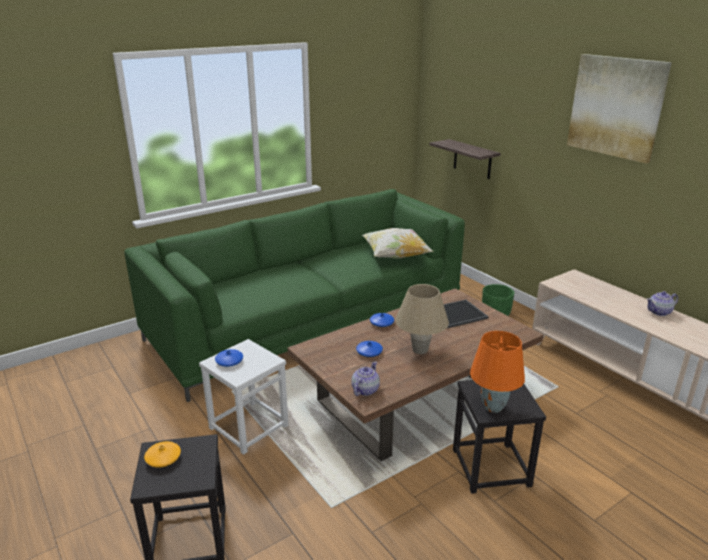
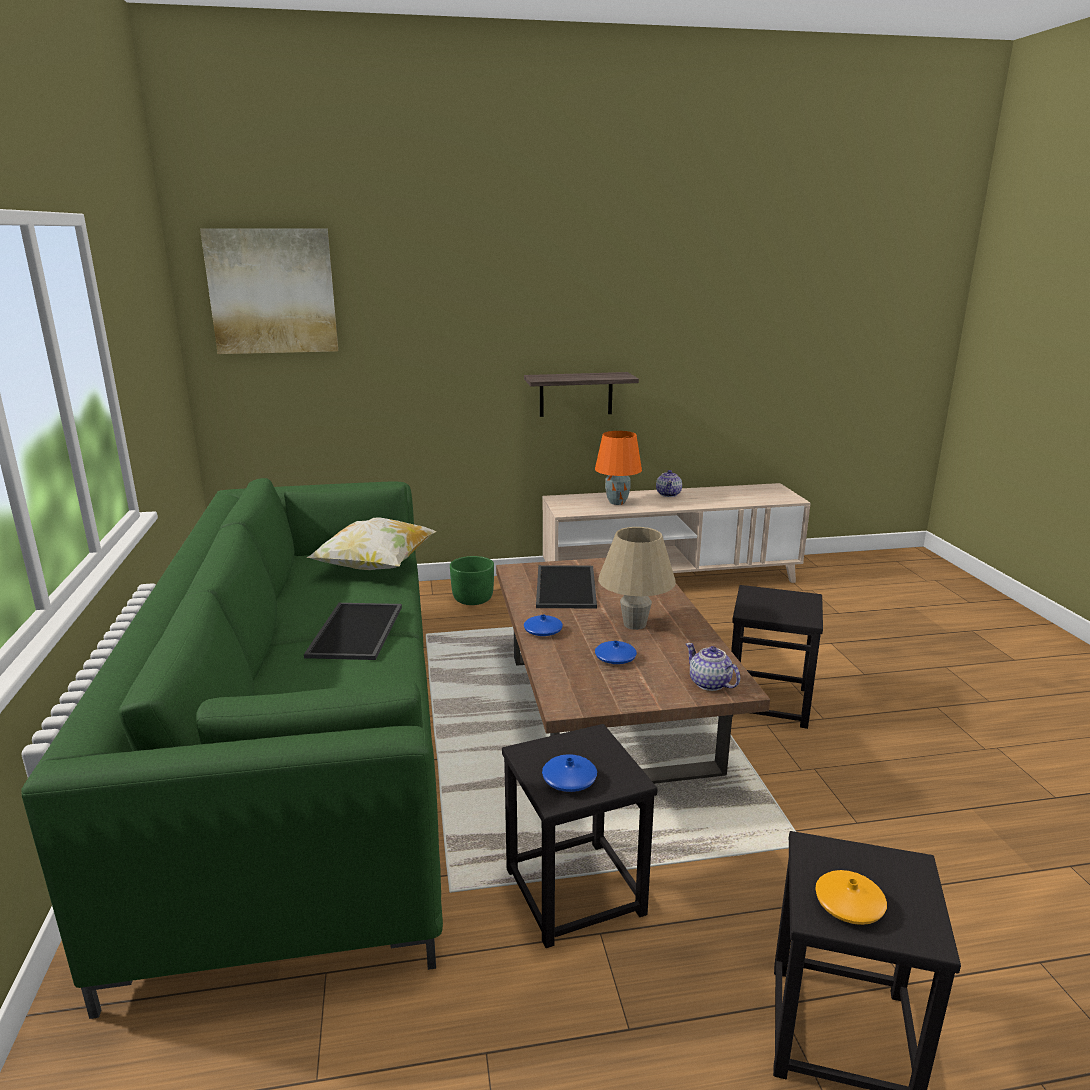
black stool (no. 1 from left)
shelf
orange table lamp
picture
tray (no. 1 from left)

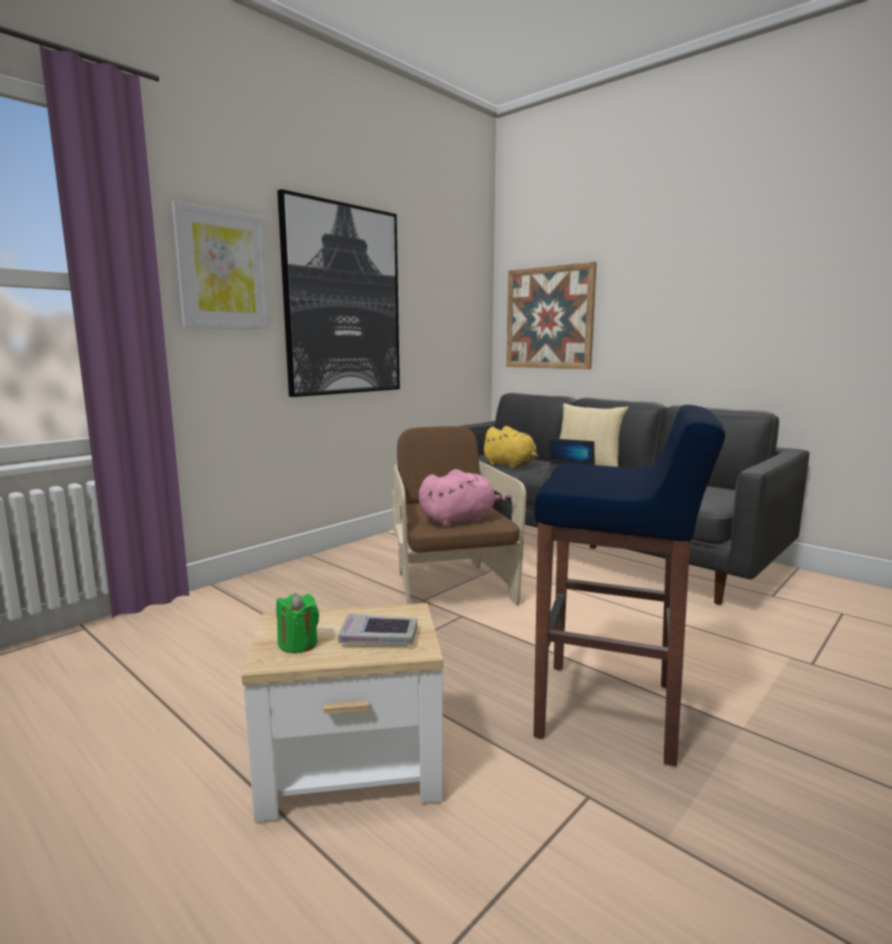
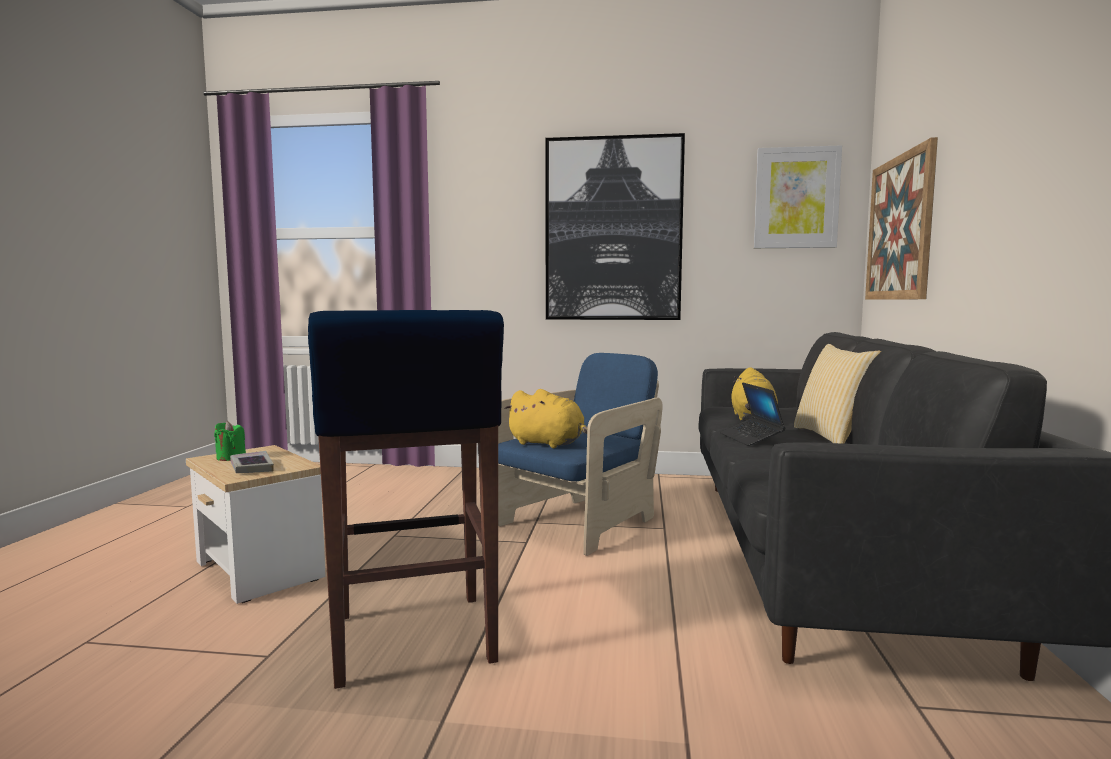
picture (no. 2 from left)
blue armchair
yellow plush toy (no. 1 from left)

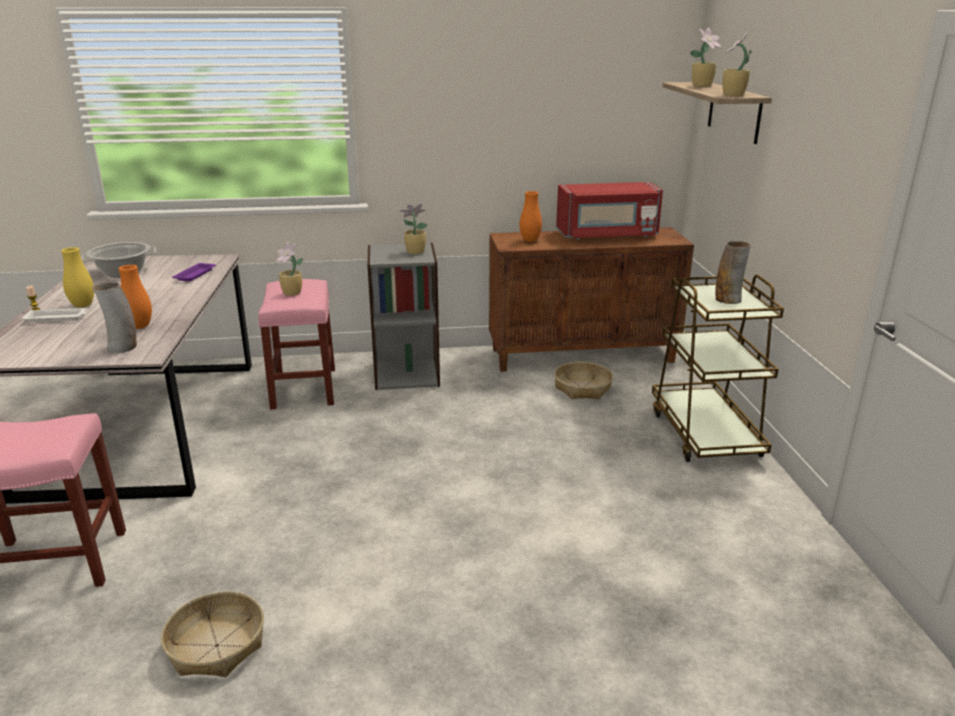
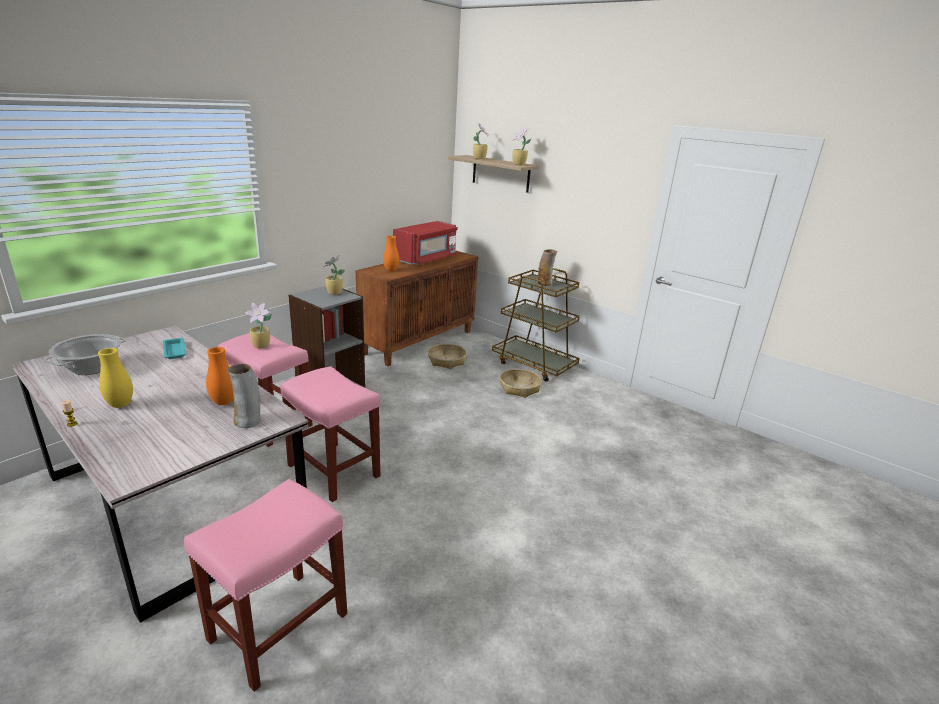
white tray
basket (no. 2 from left)
turquoise tray
pink stool (no. 3 from left)

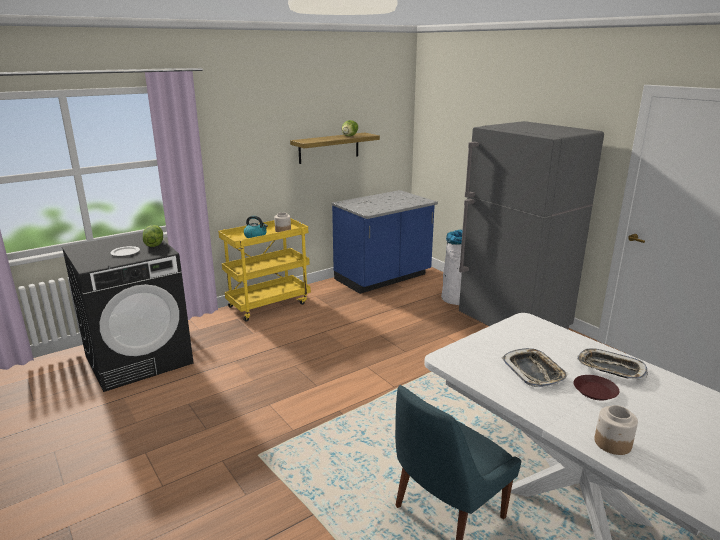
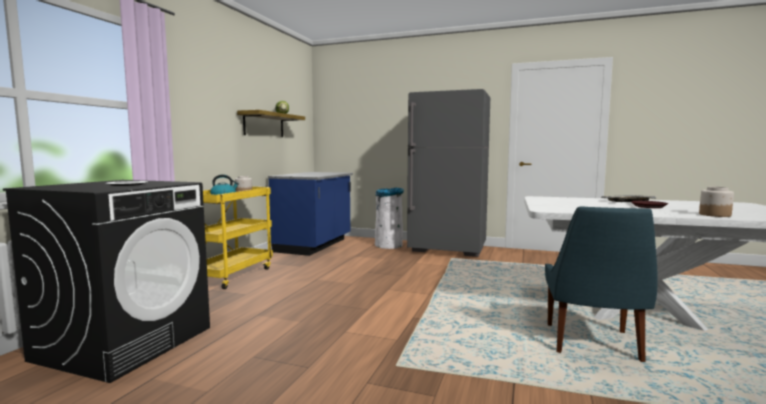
lettuce (no. 1 from left in the first image)
tray (no. 1 from left in the first image)

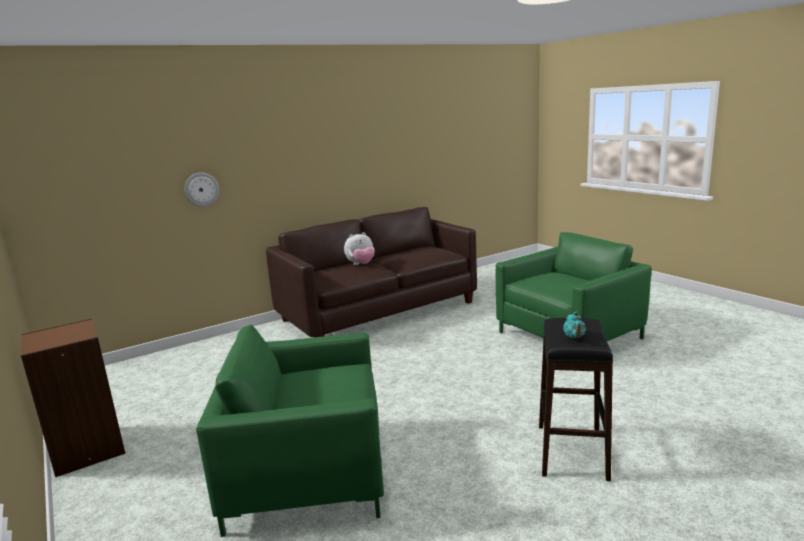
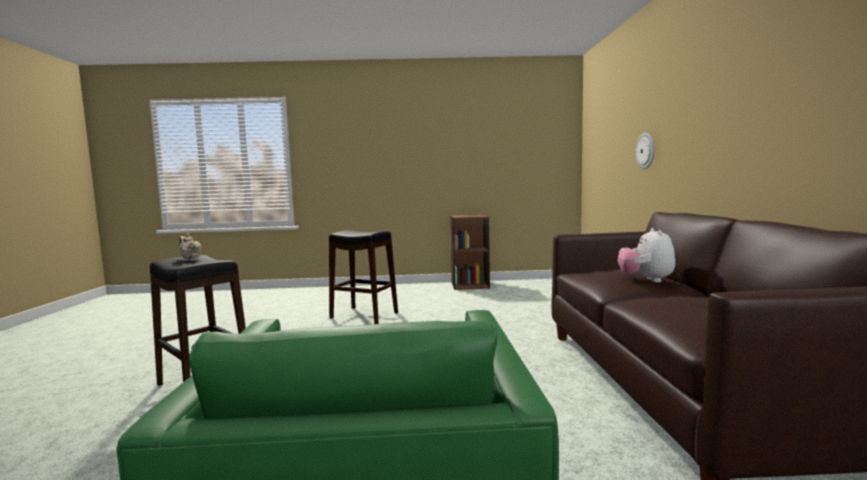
black stool (no. 2 from left)
beige teapot

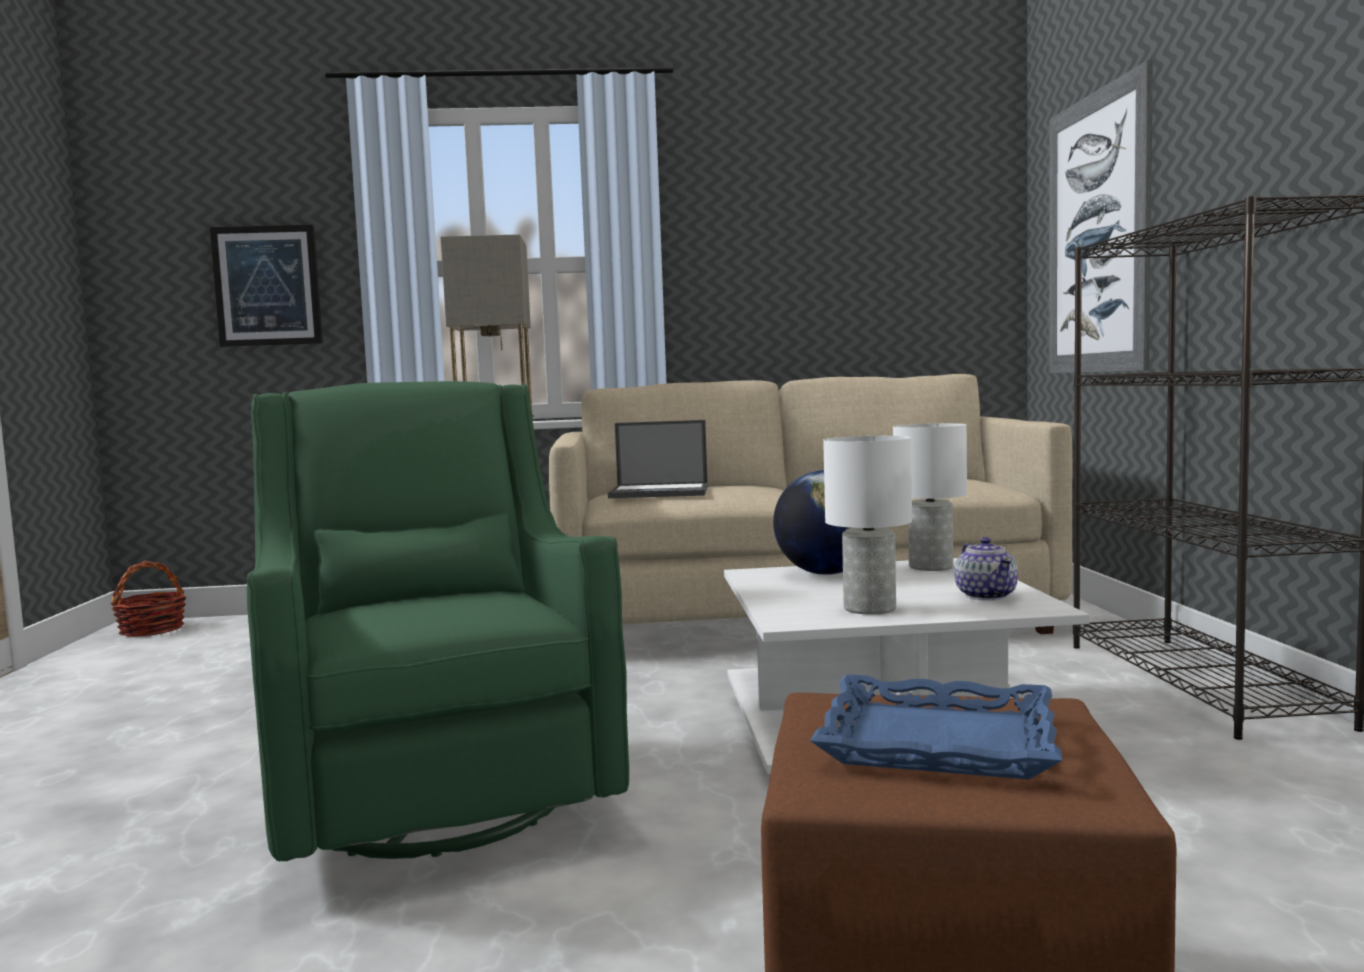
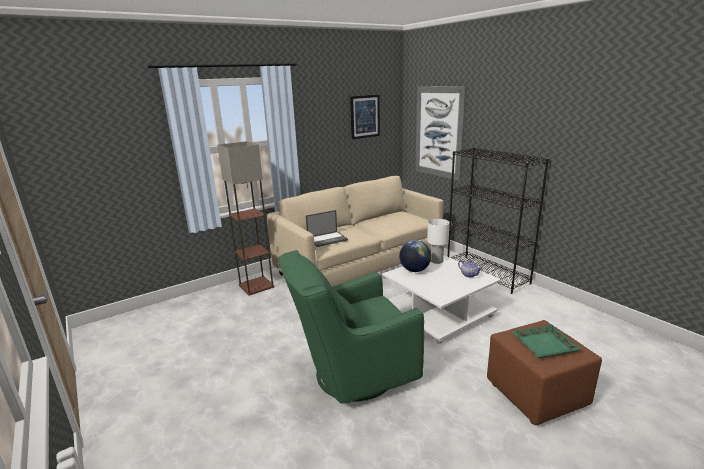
basket
picture (no. 1 from left)
green armchair
green tray
white table lamp (no. 1 from left in the first image)

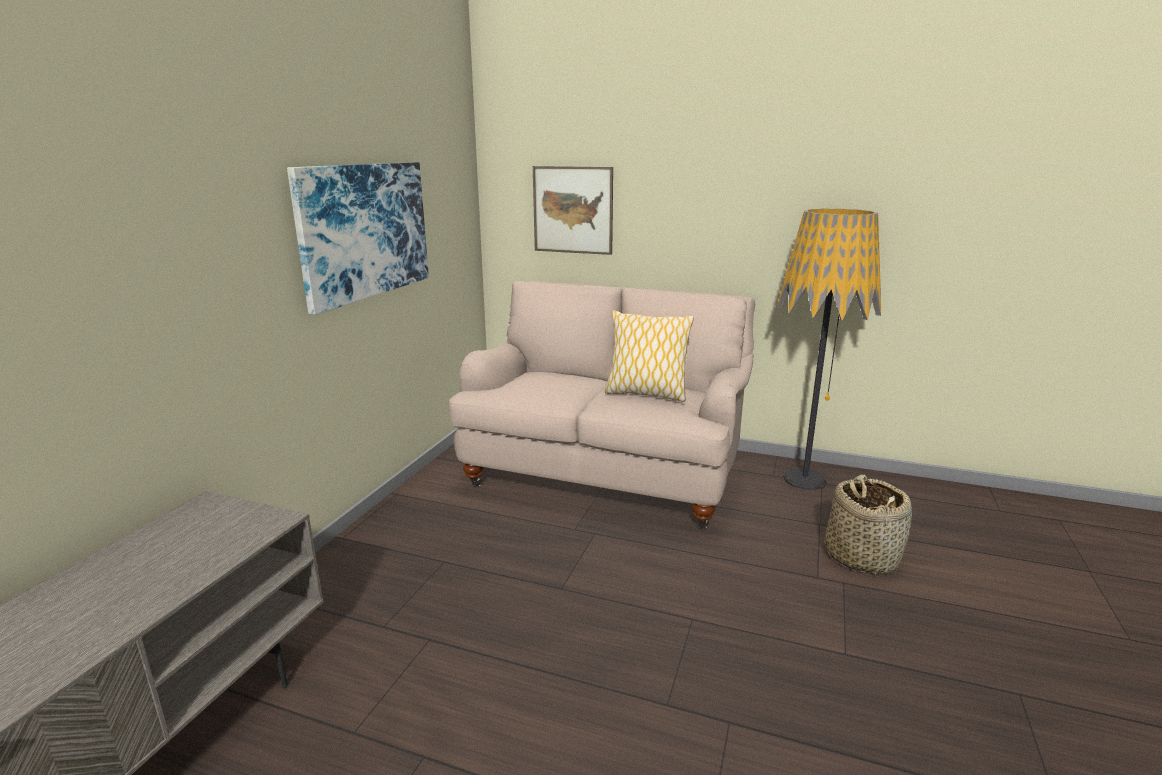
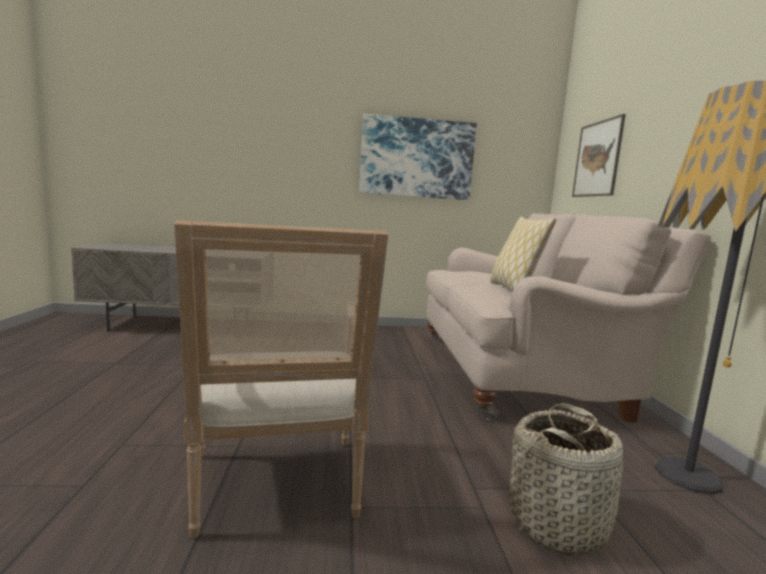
armchair

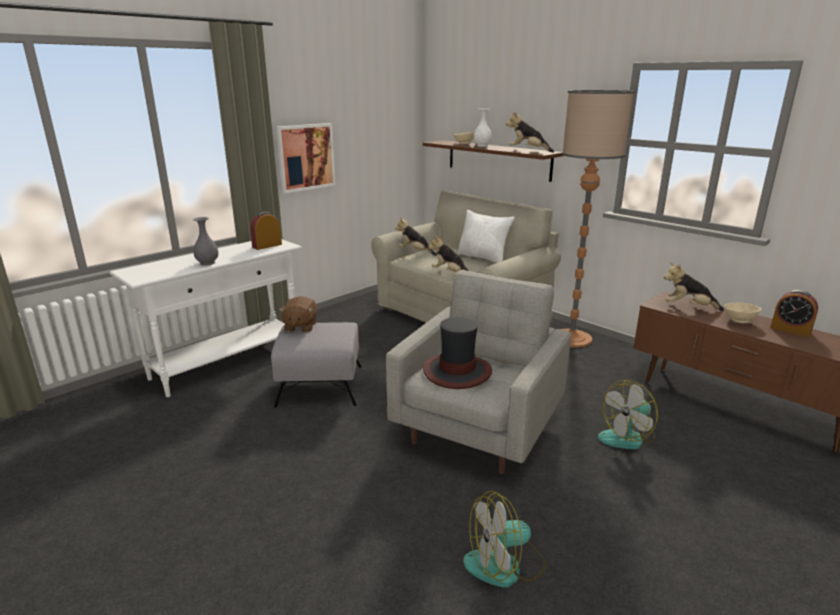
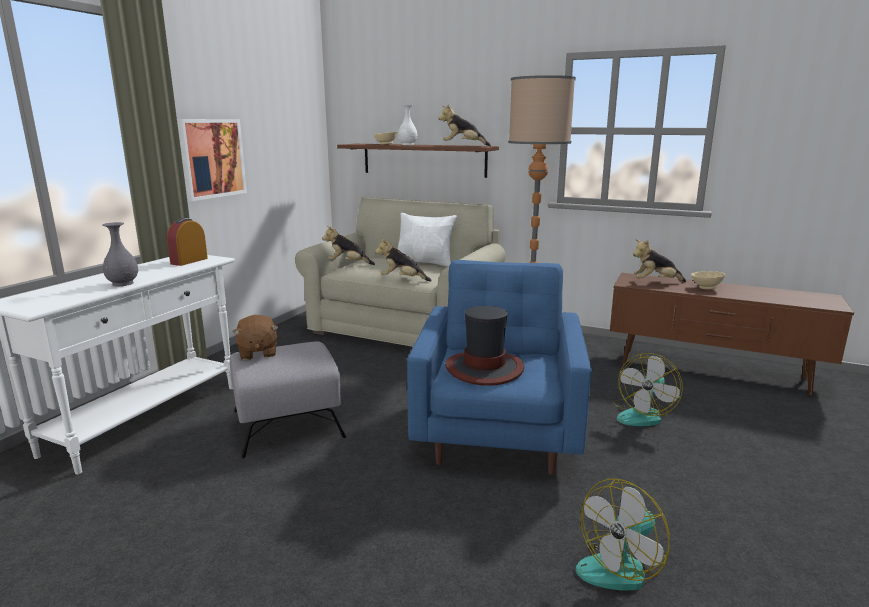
blue armchair
alarm clock (no. 2 from left in the first image)

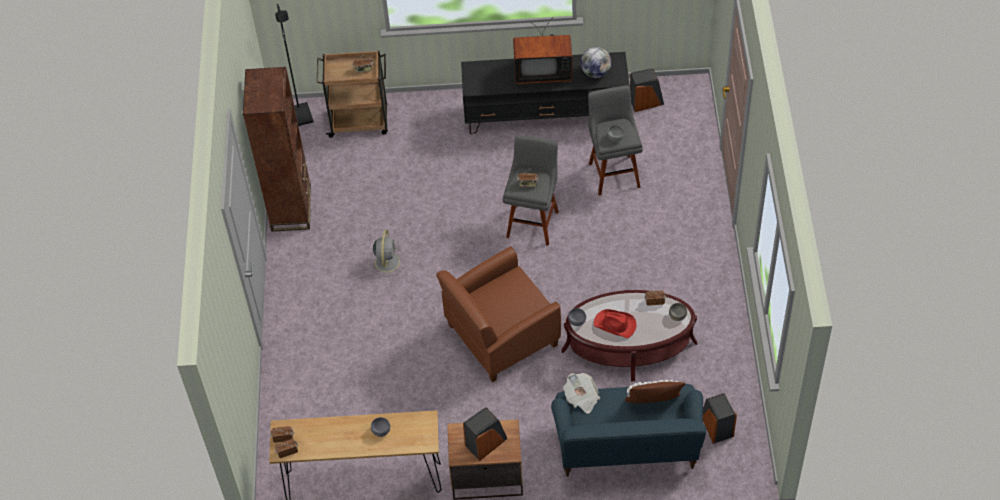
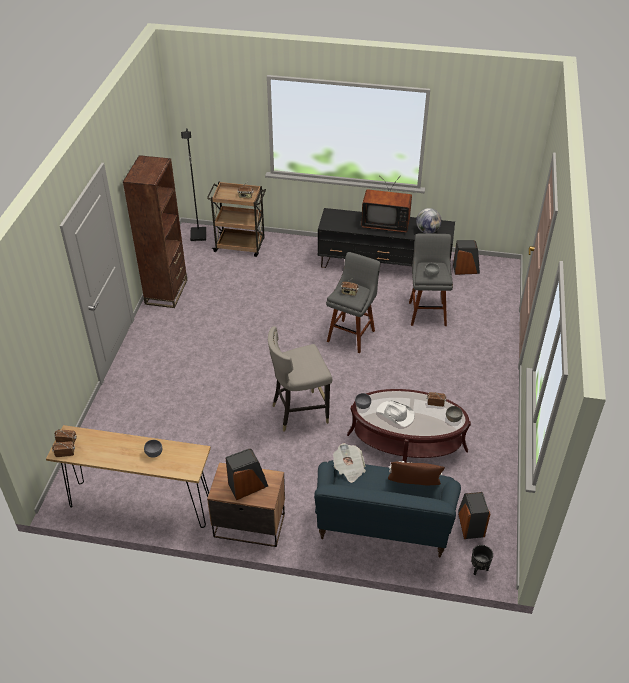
grey fan
grey stool (no. 1 from left)
white hat
black planter

